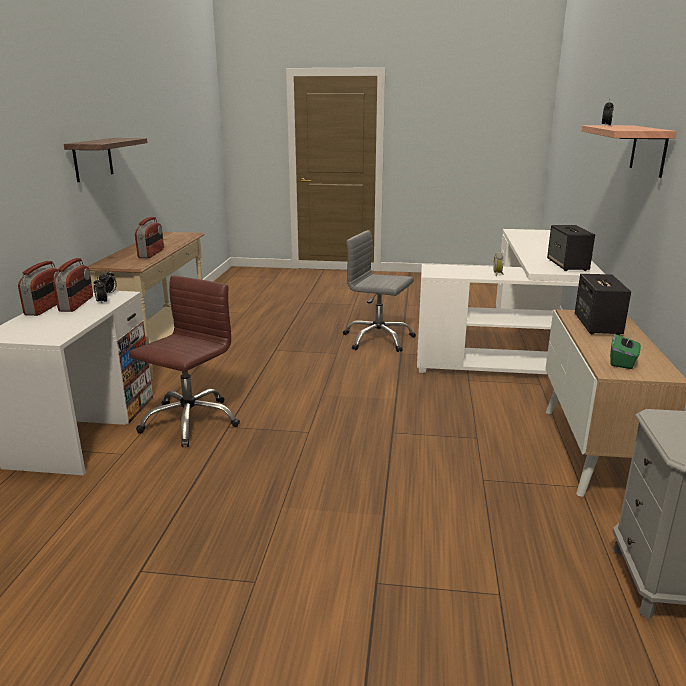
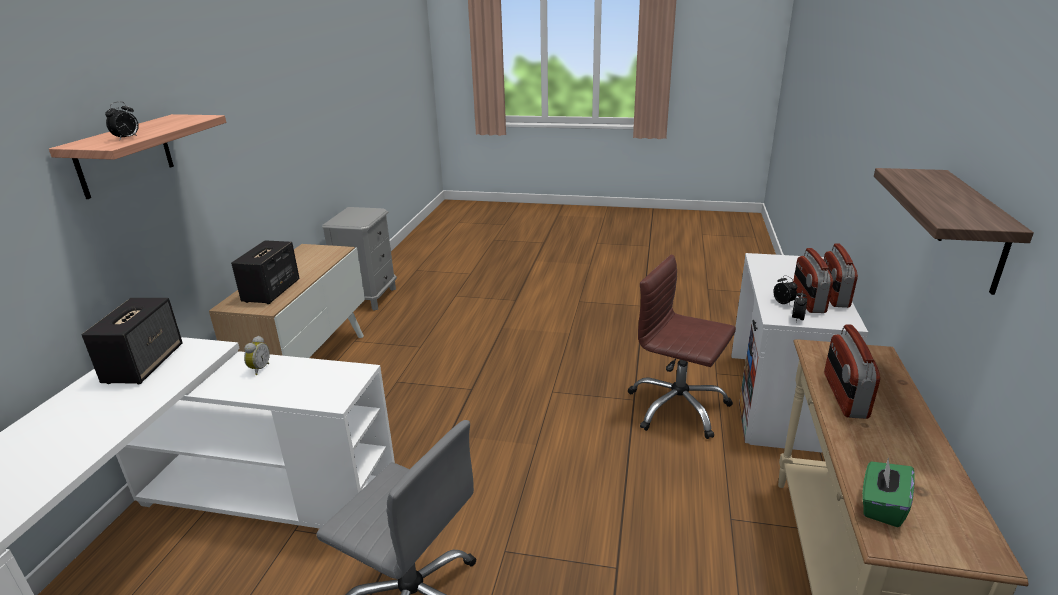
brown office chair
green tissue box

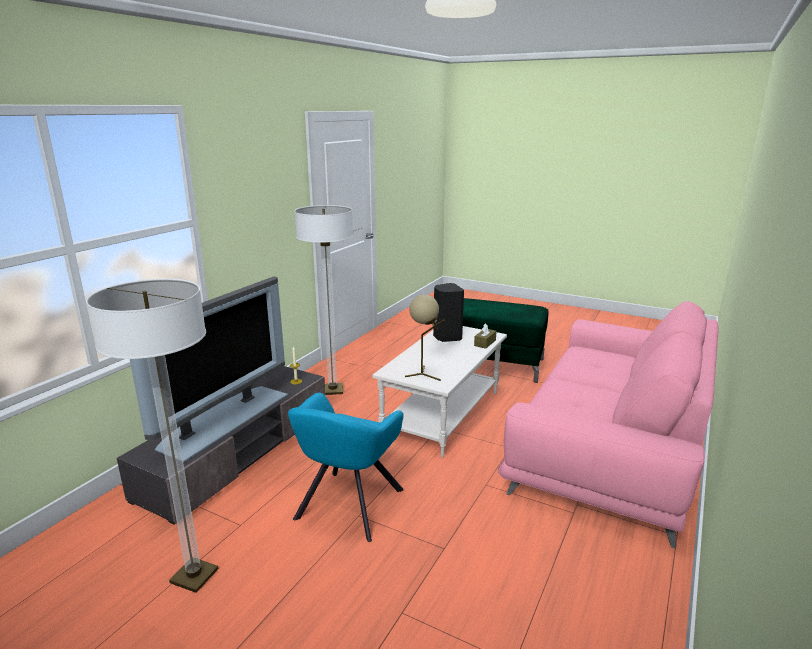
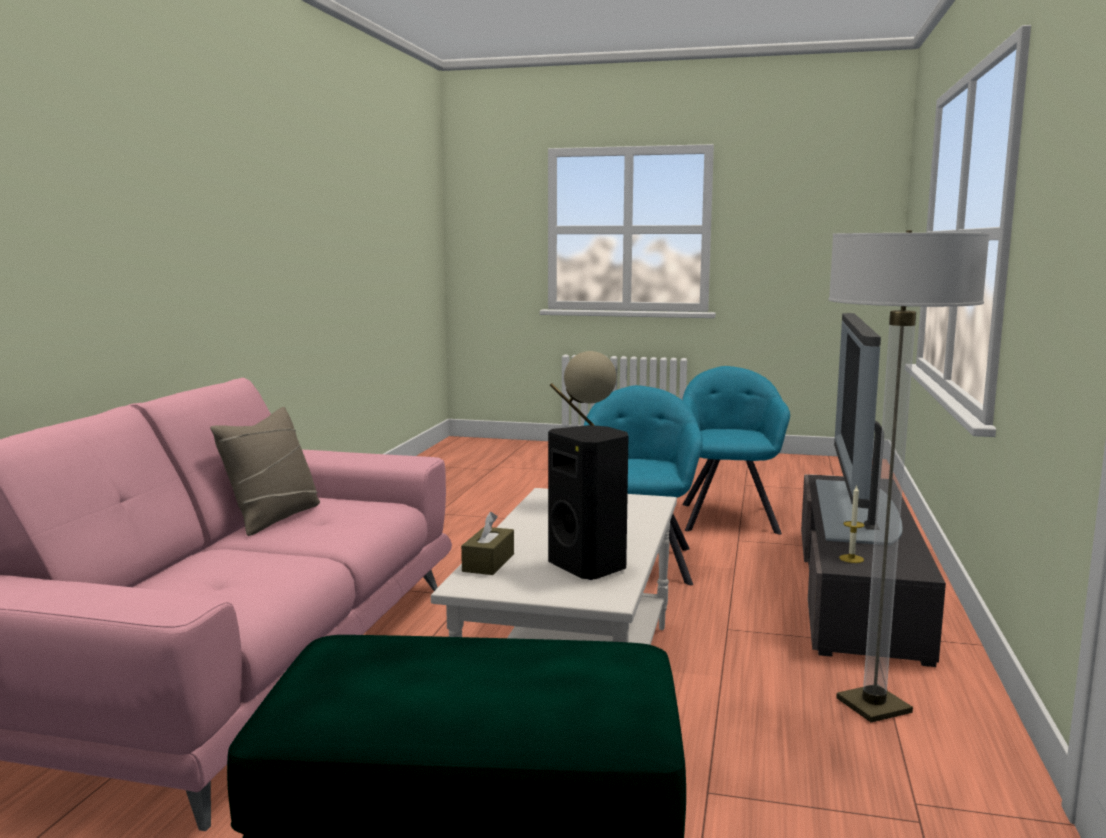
turquoise armchair (no. 2 from left)
beige pillow

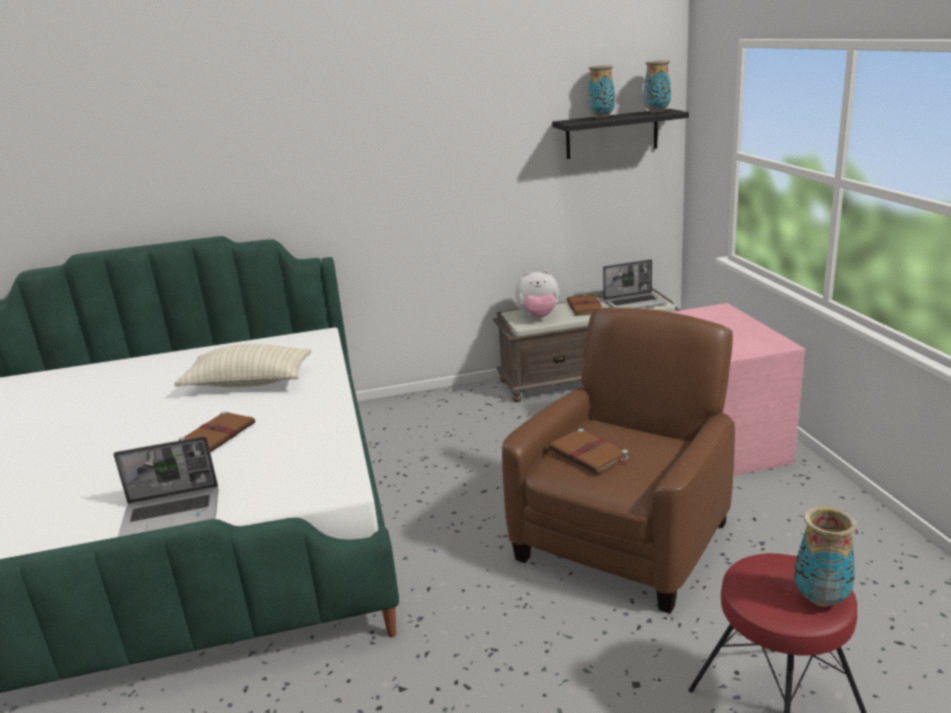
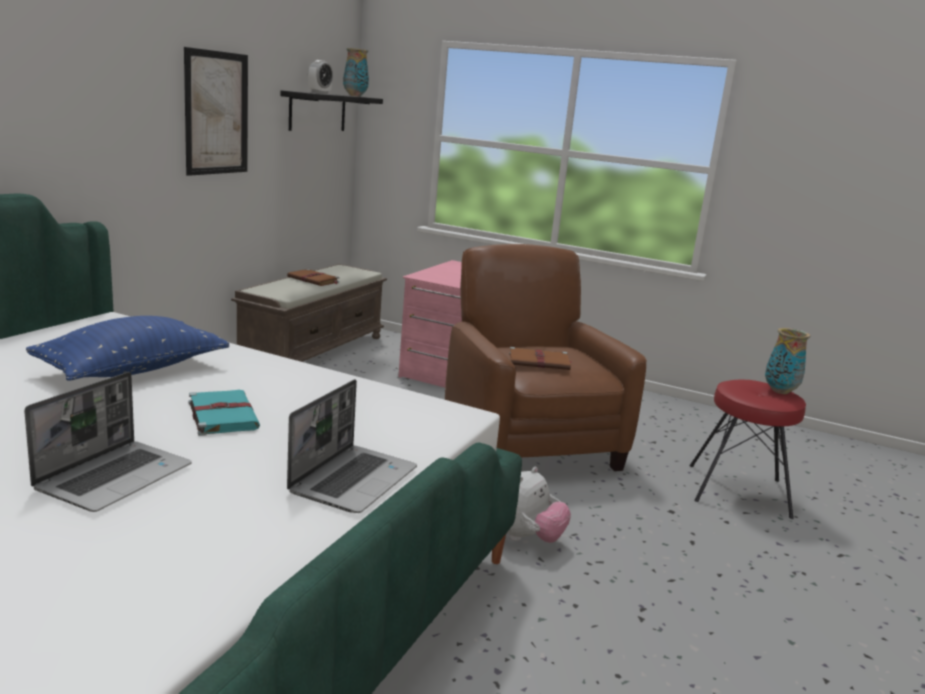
blue pillow
turquoise book
plush toy
alarm clock
laptop (no. 1 from left)
picture

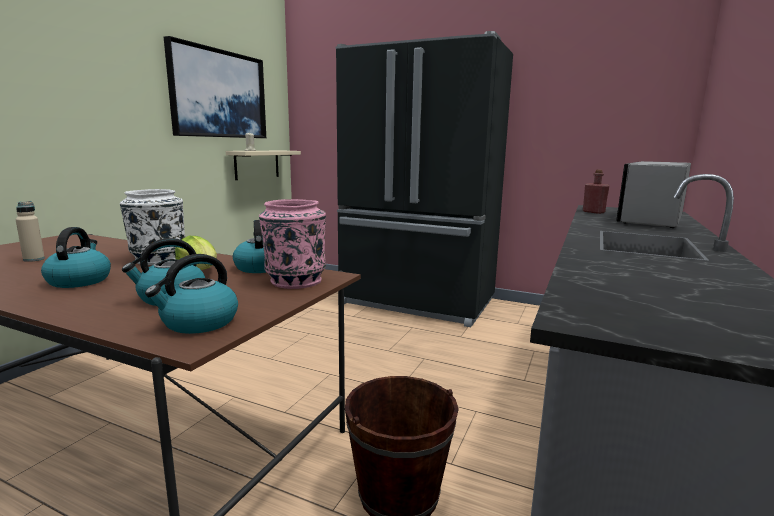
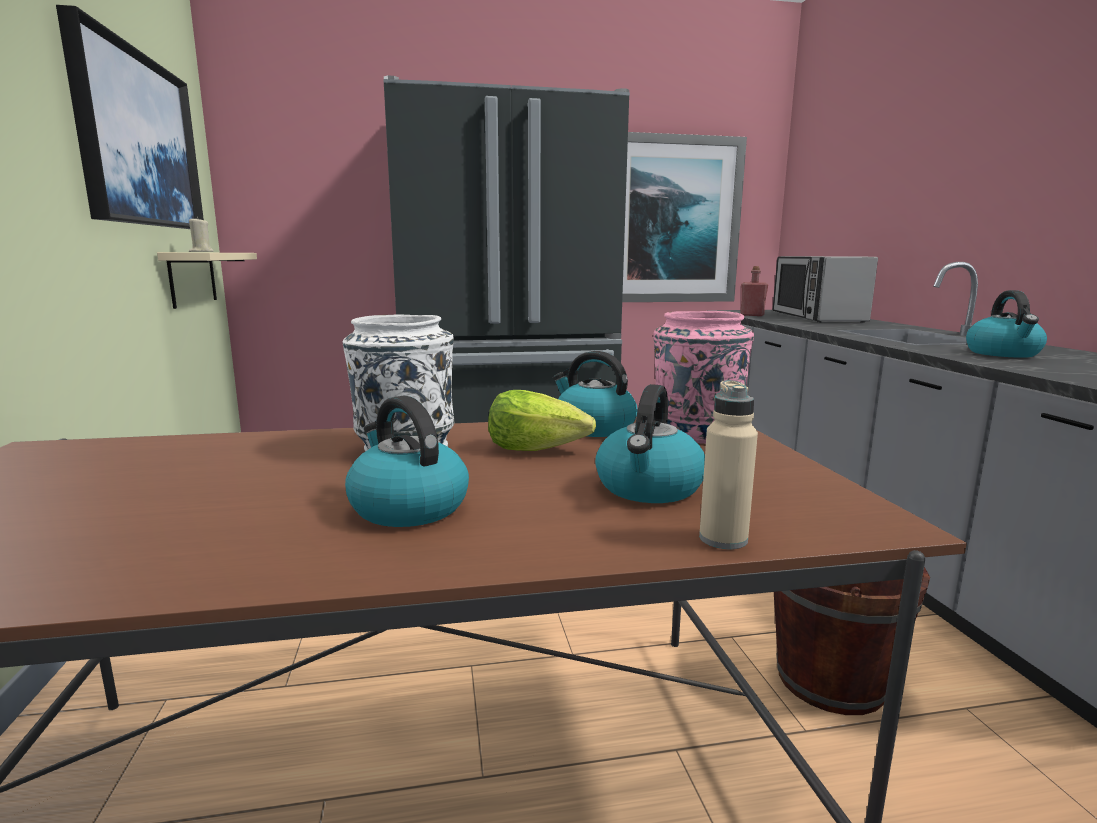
beige bottle
kettle (no. 4 from left)
picture (no. 2 from left)

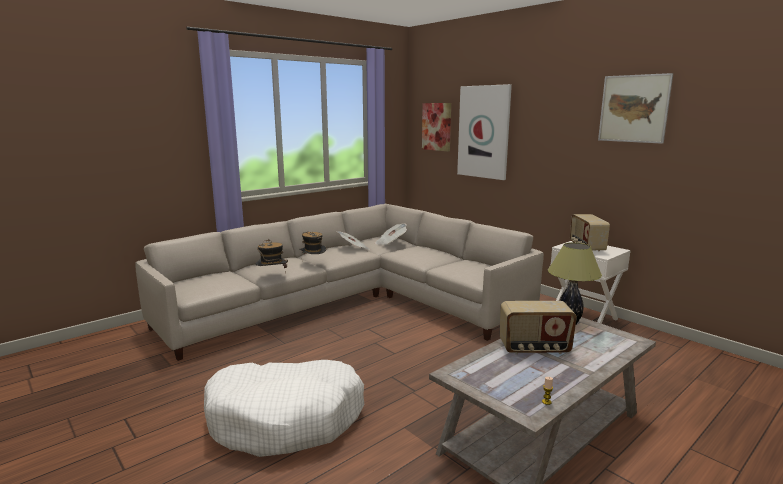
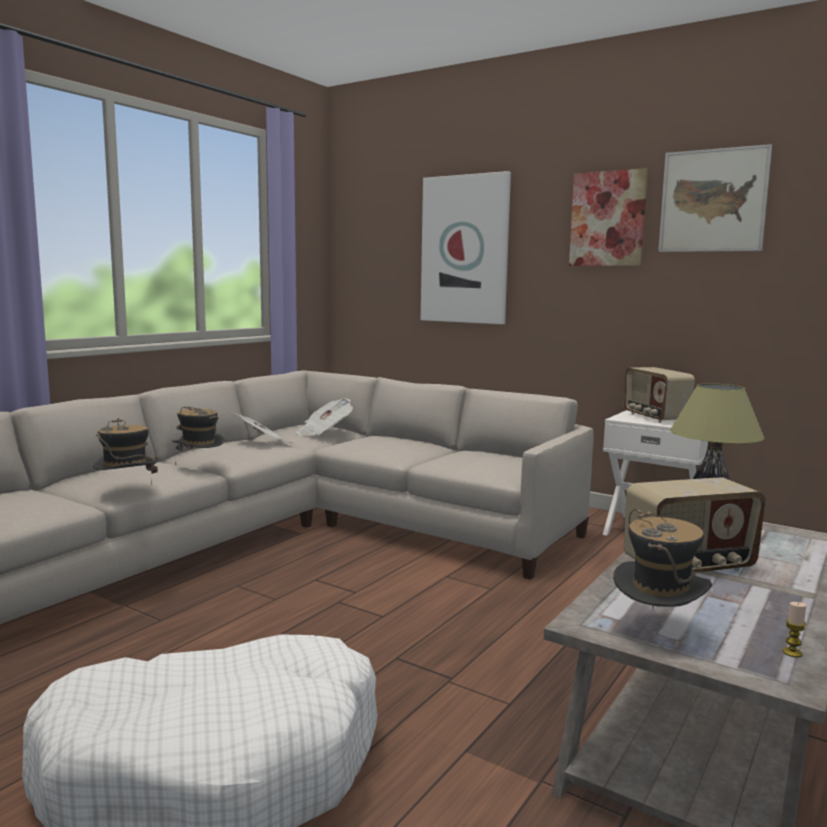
picture (no. 2 from left)
hat (no. 3 from left)

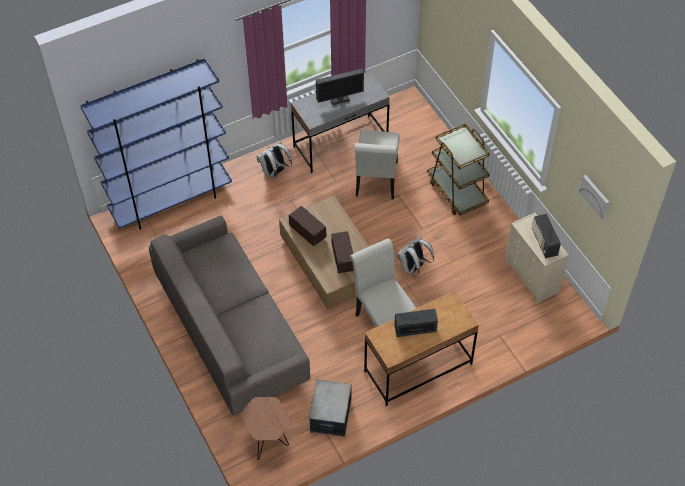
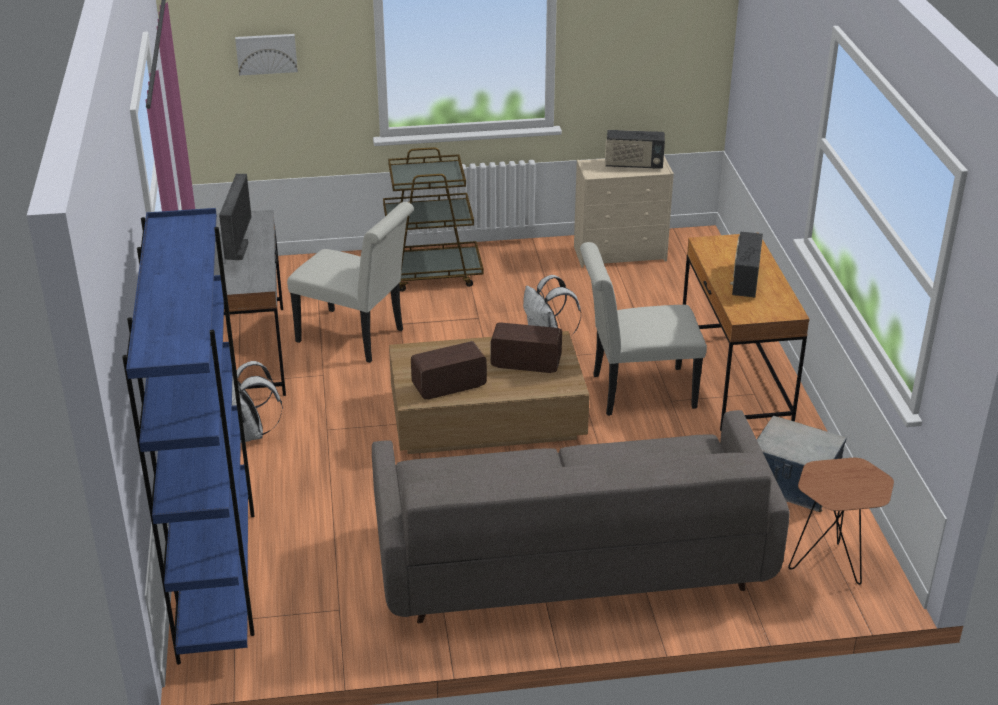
picture

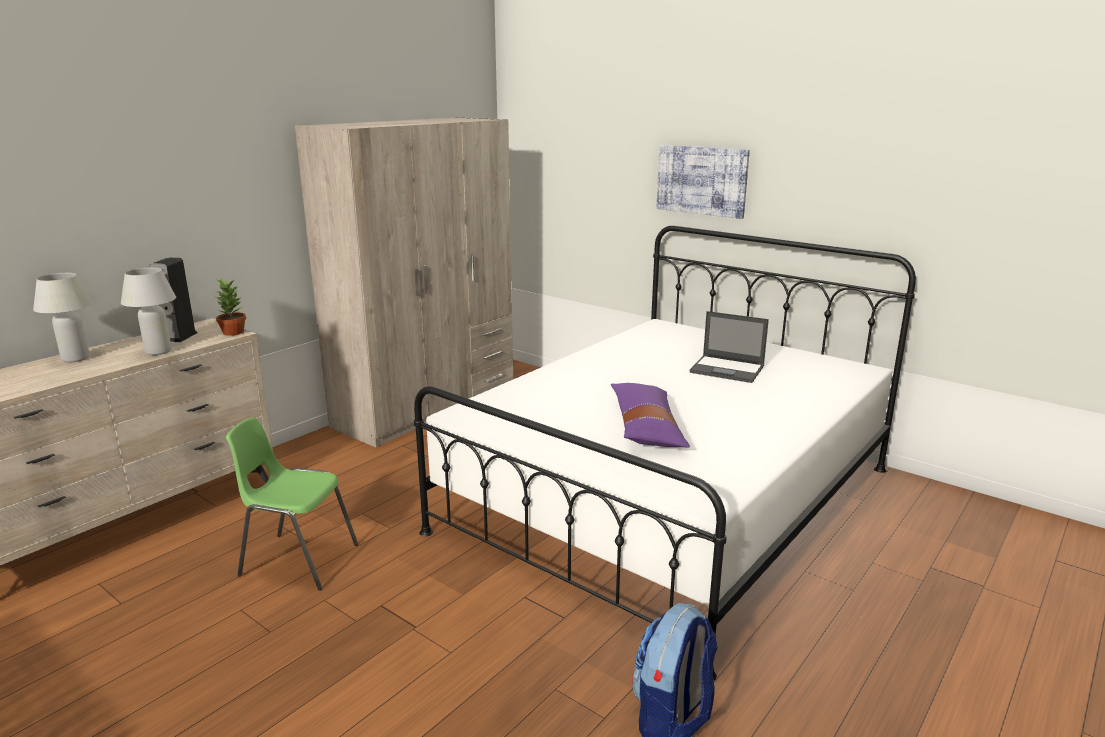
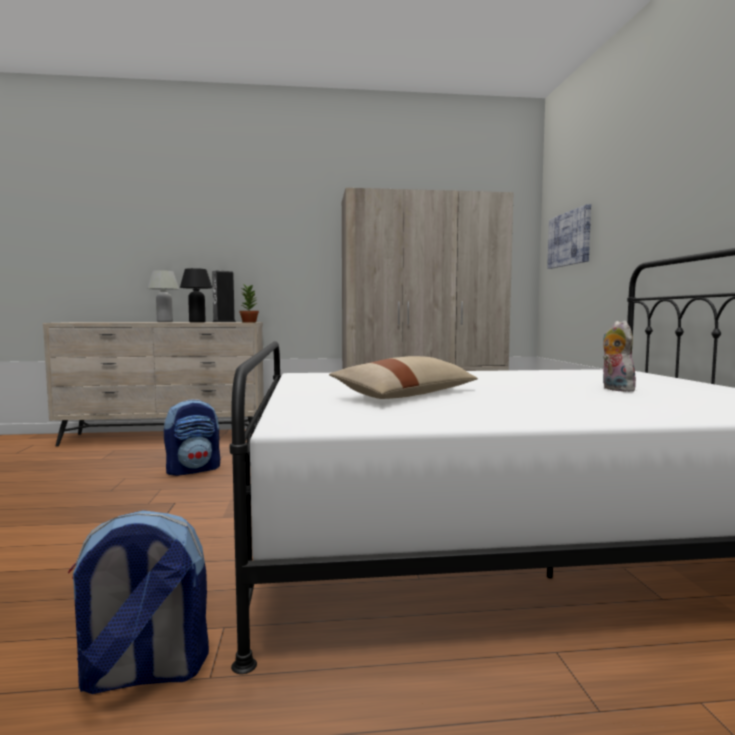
black table lamp
backpack (no. 2 from left)
beige pillow
picture
plush toy

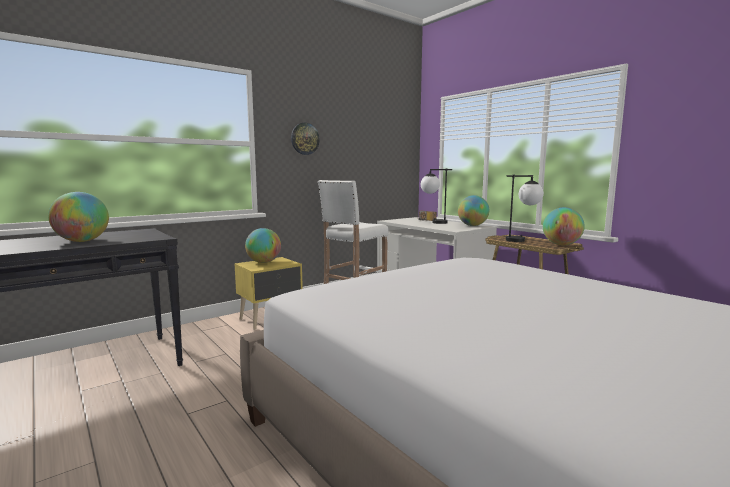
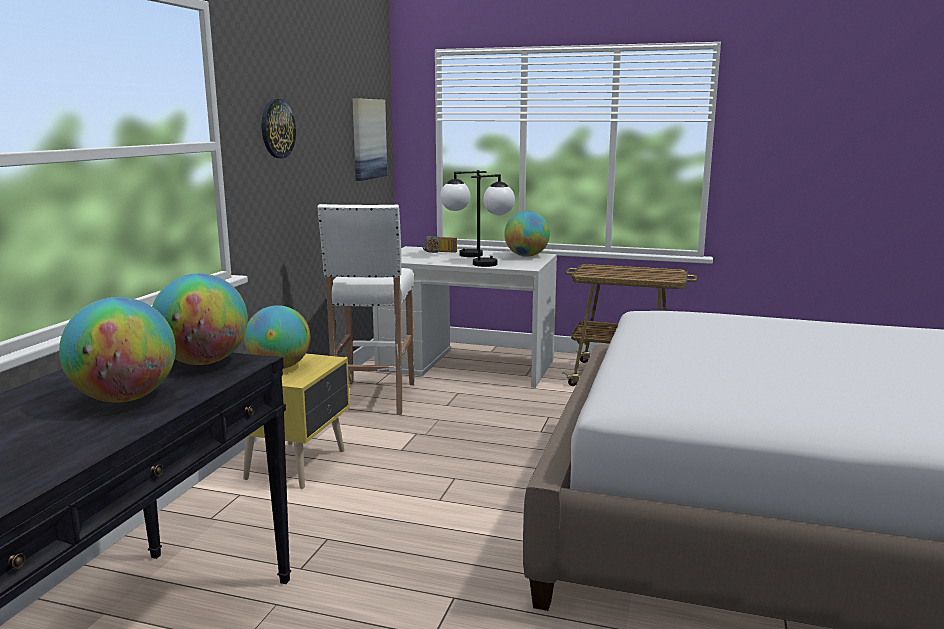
table lamp (no. 2 from left)
globe (no. 2 from left)
picture

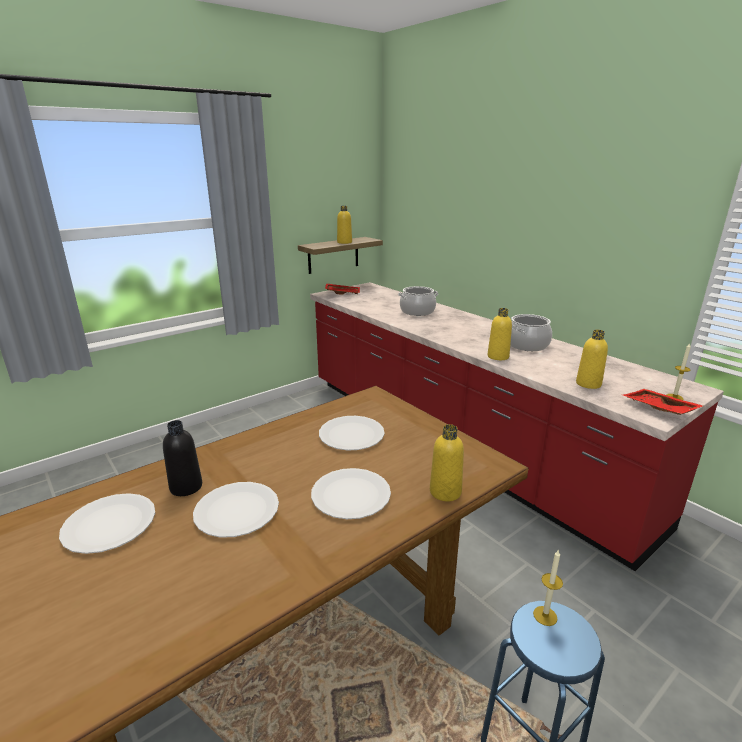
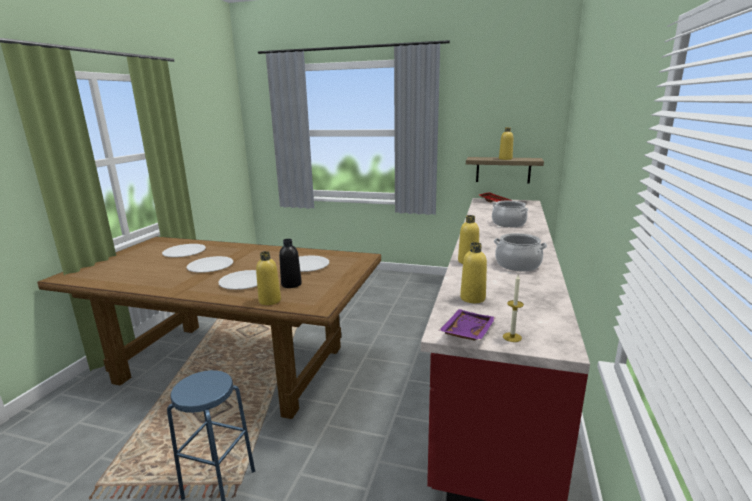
black bottle
candle (no. 1 from left in the first image)
purple tray

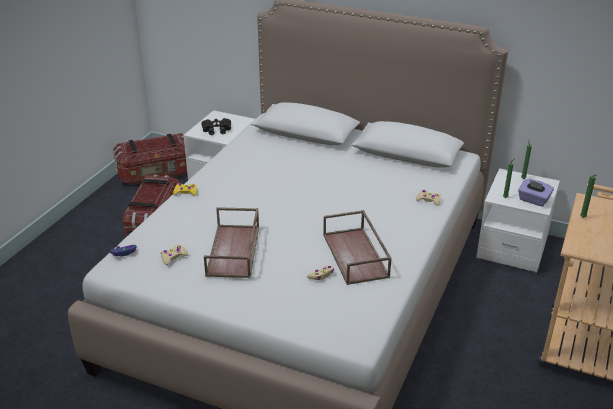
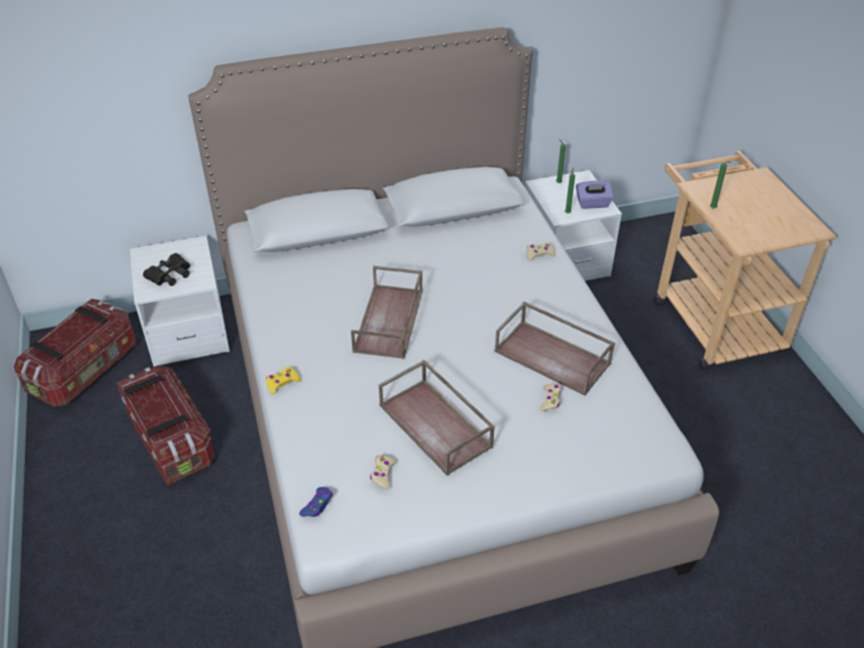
brown tray (no. 1 from left)

